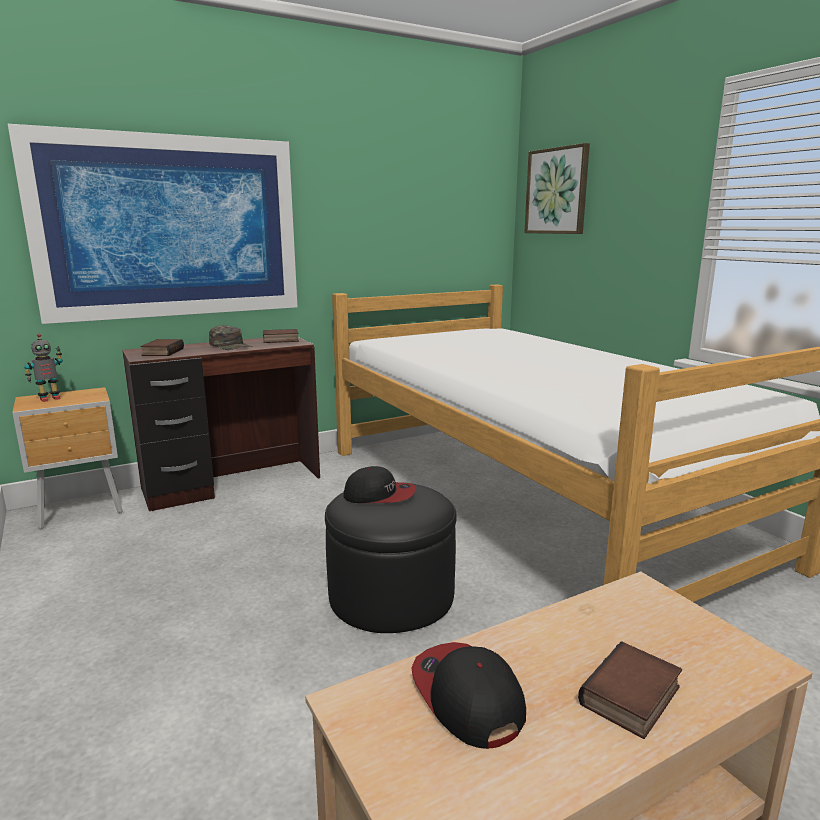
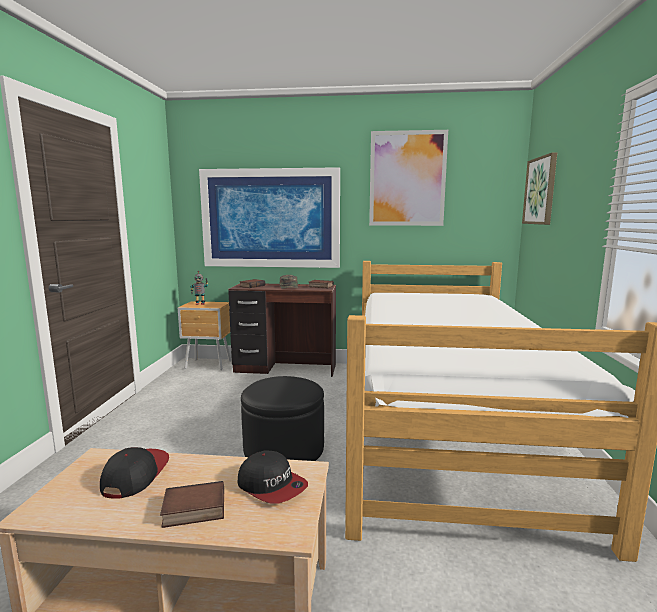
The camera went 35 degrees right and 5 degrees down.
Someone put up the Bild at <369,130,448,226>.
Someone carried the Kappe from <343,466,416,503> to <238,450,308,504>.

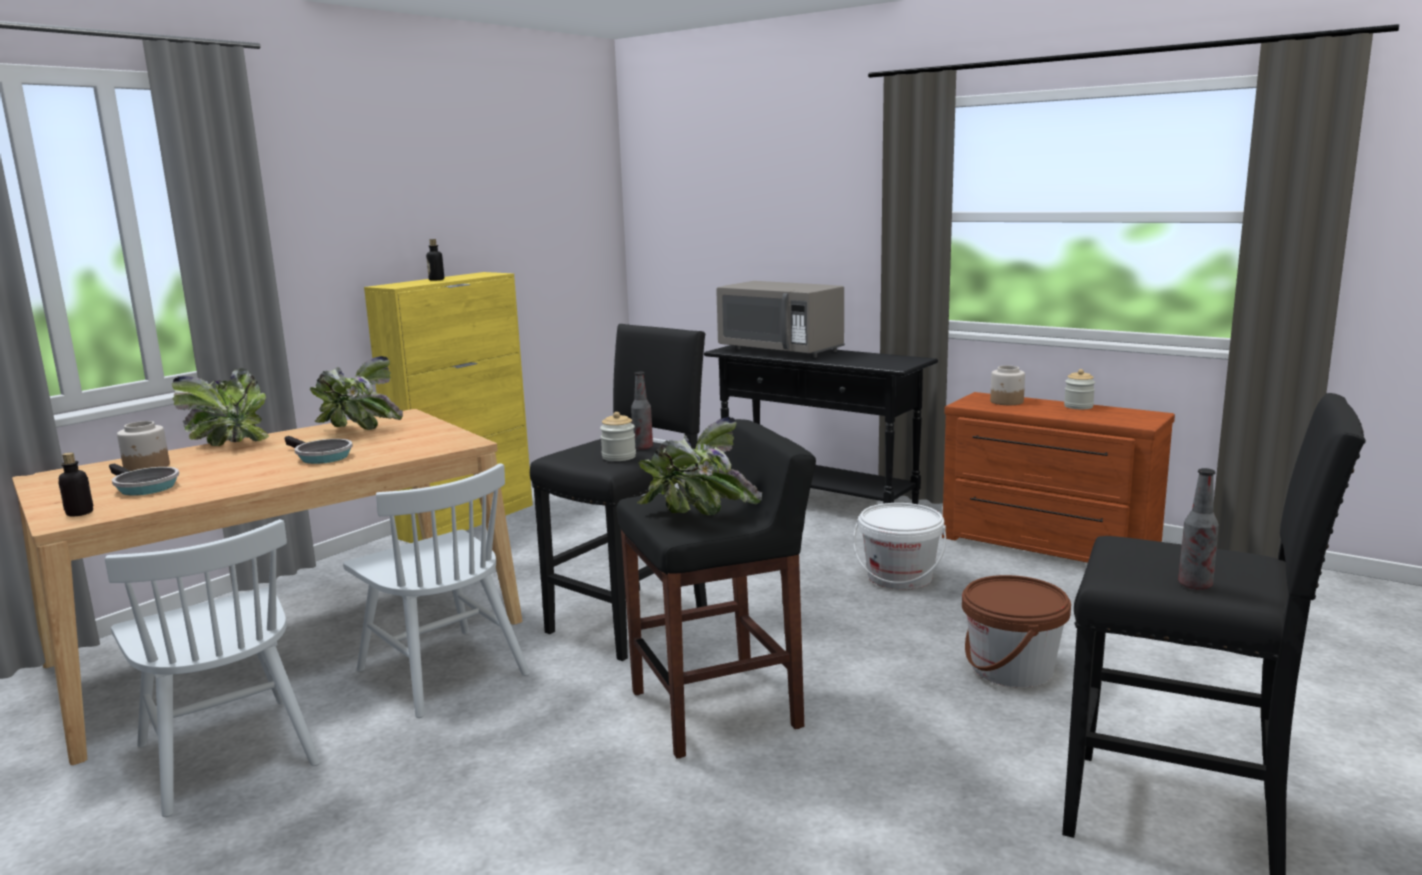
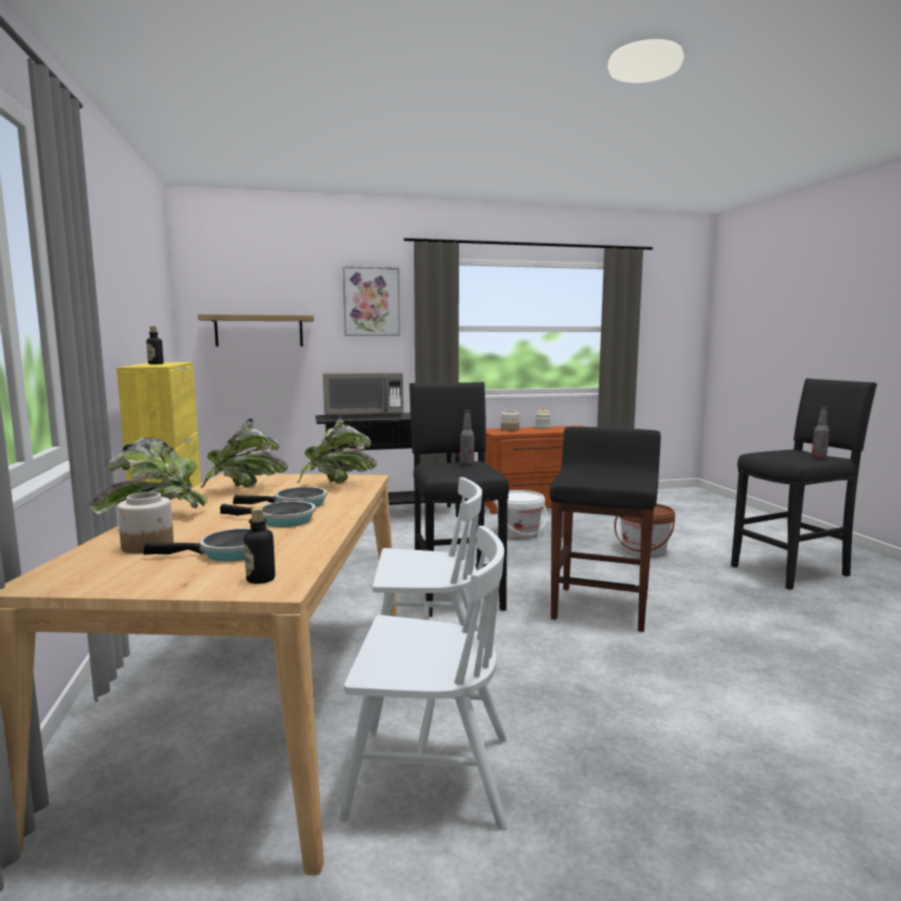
The camera went 50 degrees left and 5 degrees down.
Someone took away the Vorratsglas at <600,412,636,461>.
Someone put up the Wandregal at <198,314,314,347>.
Someone put down the Pfanne at <220,501,316,527>.
Someone put up the Bild at <343,266,400,336>.
Someone carried the Topfpflanze from <637,417,762,515> to <297,417,377,483>.

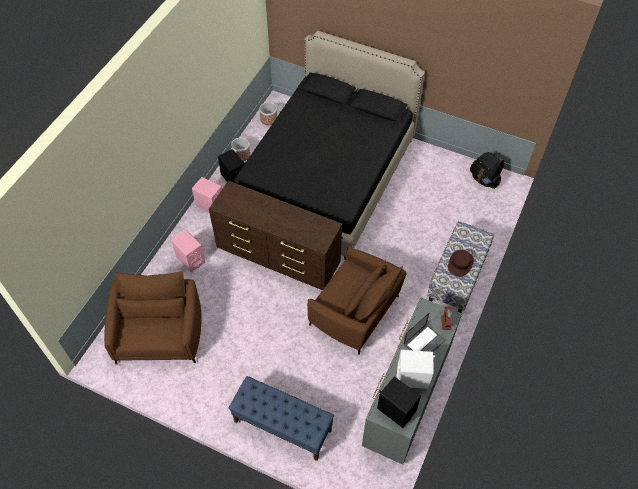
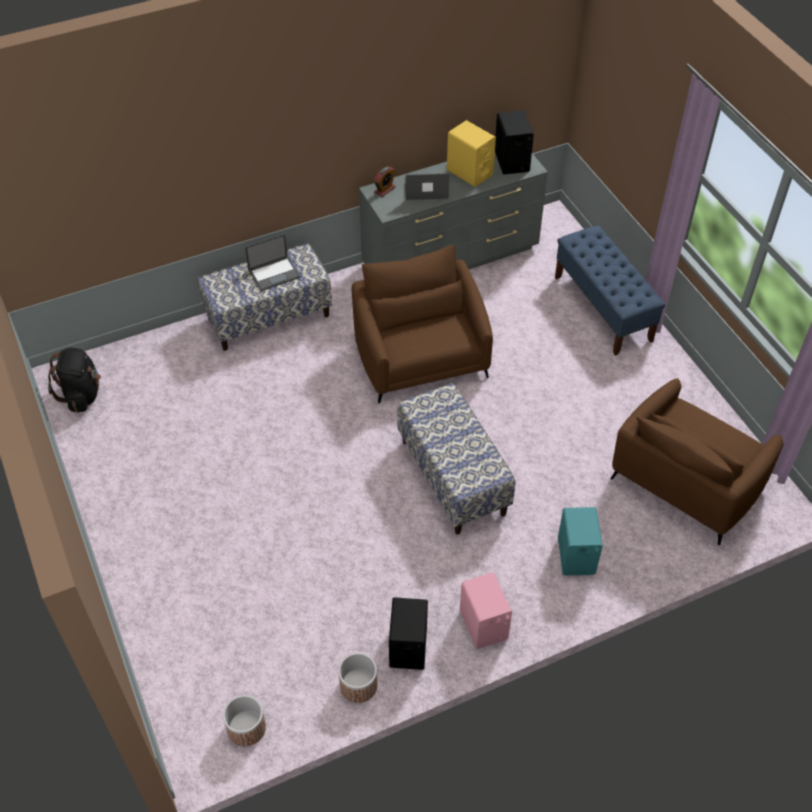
The camera went 140 degrees left and 5 degrees down.
Someone took away the Bett [schwarz] at <234,31,425,260>.
Someone swapped the Kommode [braun] at <209,181,342,290> for the Bank at <397,383,515,534>.
Someone swapped the Hut [braun] at <448,250,474,277> for the Laptop at <245,234,300,291>.
Someone repainted the Lautsprecher [rosa] at <171,230,206,272>, which became the Lautsprecher [türkis] at <558,507,603,576>.
Someone repainted the Lautsprecher [weiß] at <397,350,435,389>, which became the Lautsprecher [gelb] at <447,120,496,187>.

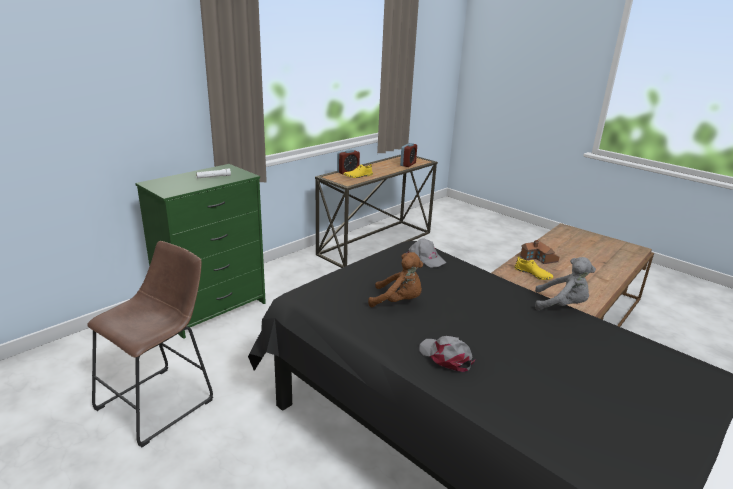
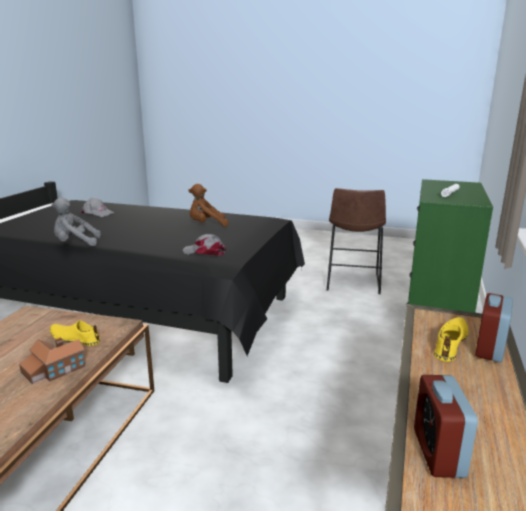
The camera went 155 degrees right and 5 degrees down.
Someone carried the Kappe [grau] from <419,336,475,372> to <80,198,114,217>.

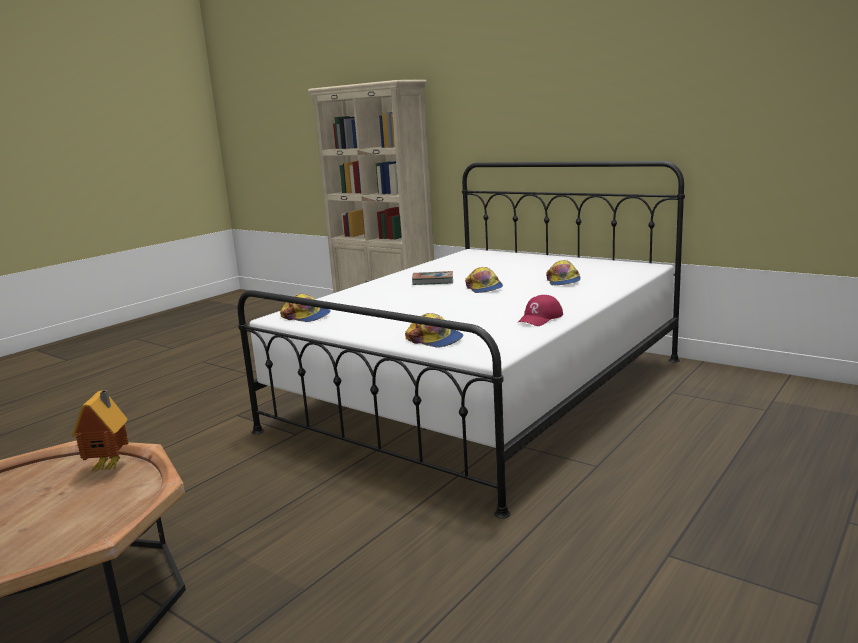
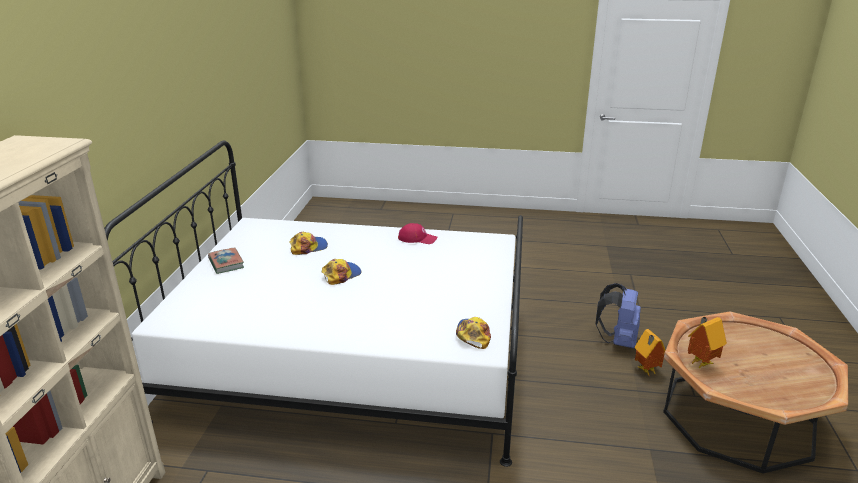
The camera went 120 degrees left and 10 degrees up.
Someone took away the Kappe at <405,313,463,348>.
Someone put down the Rucksack [blau] at <595,283,641,348>.
Someone put down the Spielzeughaus at <635,329,666,377>.
Someone carried the Buch from <412,271,453,285> to <208,247,244,274>.

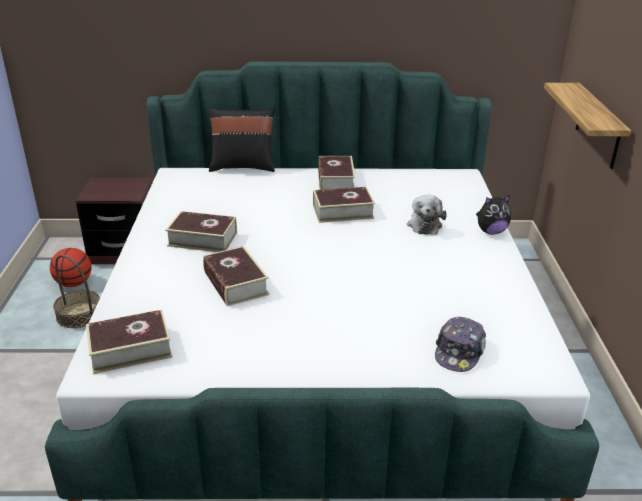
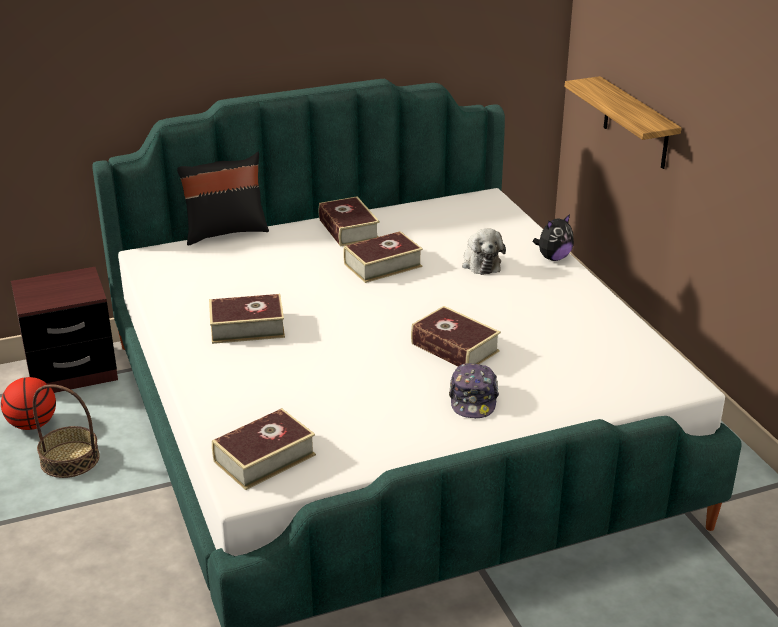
The camera went 20 degrees left and 0 degrees up.
Someone carried the Buch from <203,246,269,306> to <411,306,501,367>.
Someone carried the Kappe from <435,317,486,372> to <449,363,499,418>.

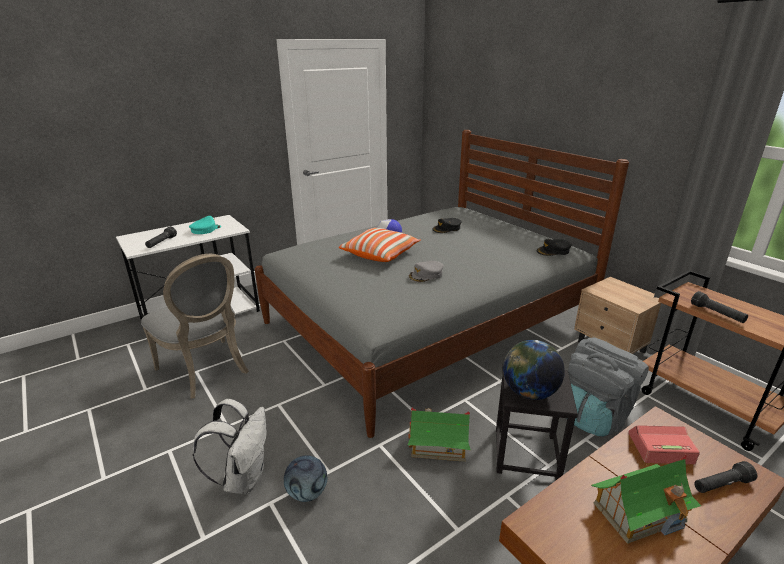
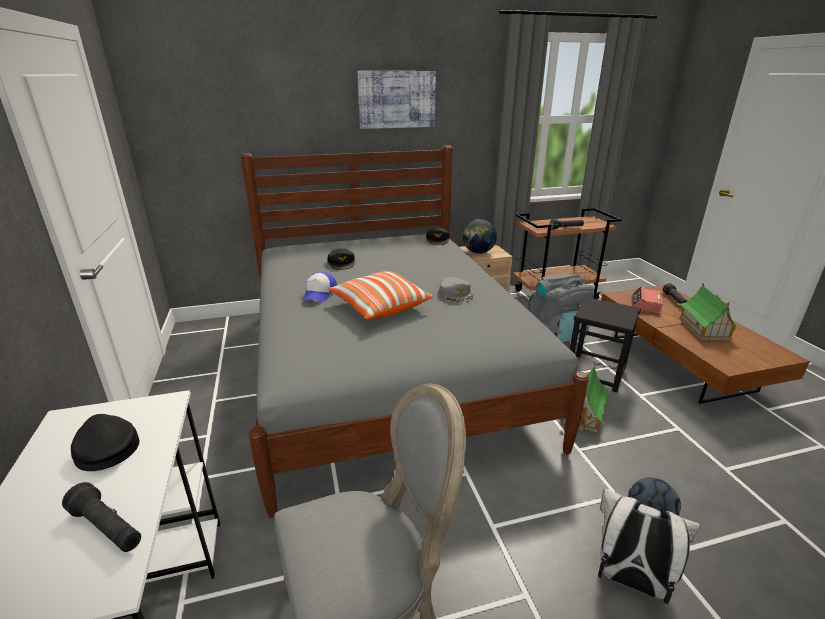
The camera went 70 degrees left and 0 degrees up.
Someone put up the Bild at <357,71,436,129>.
Someone carried the Globus from <503,340,565,400> to <463,219,497,254>.
Someone repainted the Kappe [türkis] at <189,216,221,234>, which became the Kappe [schwarz] at <71,414,140,471>.

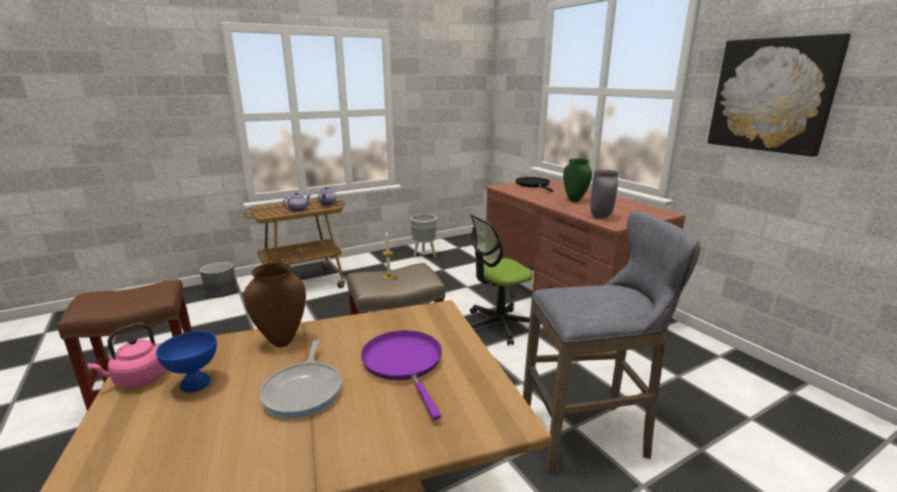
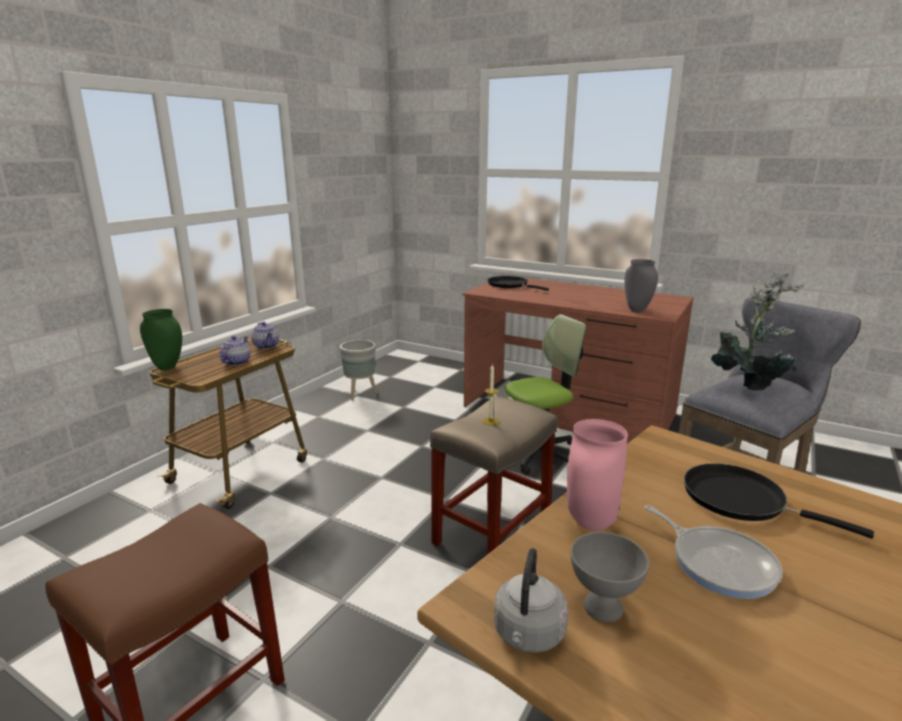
The camera went 30 degrees left and 0 degrees up.
Someone took away the Pflanzkübel [grau] at <200,262,237,298>.
Someone took away the Bild at <707,33,851,157>.
Someone put down the Topfpflanze at <711,273,804,391>.
Someone carried the Vase [grün] from <563,158,592,202> to <140,309,182,370>.
Someone repainted the Wasserkessel [rosa] at <87,322,166,388>, which became the Wasserkessel [grau] at <494,548,568,653>.
Someone repainted the Schüssel [blau] at <156,331,217,392>, which became the Schüssel [grau] at <571,532,649,622>.
Someone repainted the Vase [braun] at <244,262,306,348>, which became the Vase [rosa] at <567,419,628,531>.
Someone repainted the Pfanne [lila] at <361,330,442,420>, which became the Pfanne [schwarz] at <684,463,874,539>.
Someone rotated the Bürostuhl at <470,214,533,345> by 150 degrees counterclockwise.

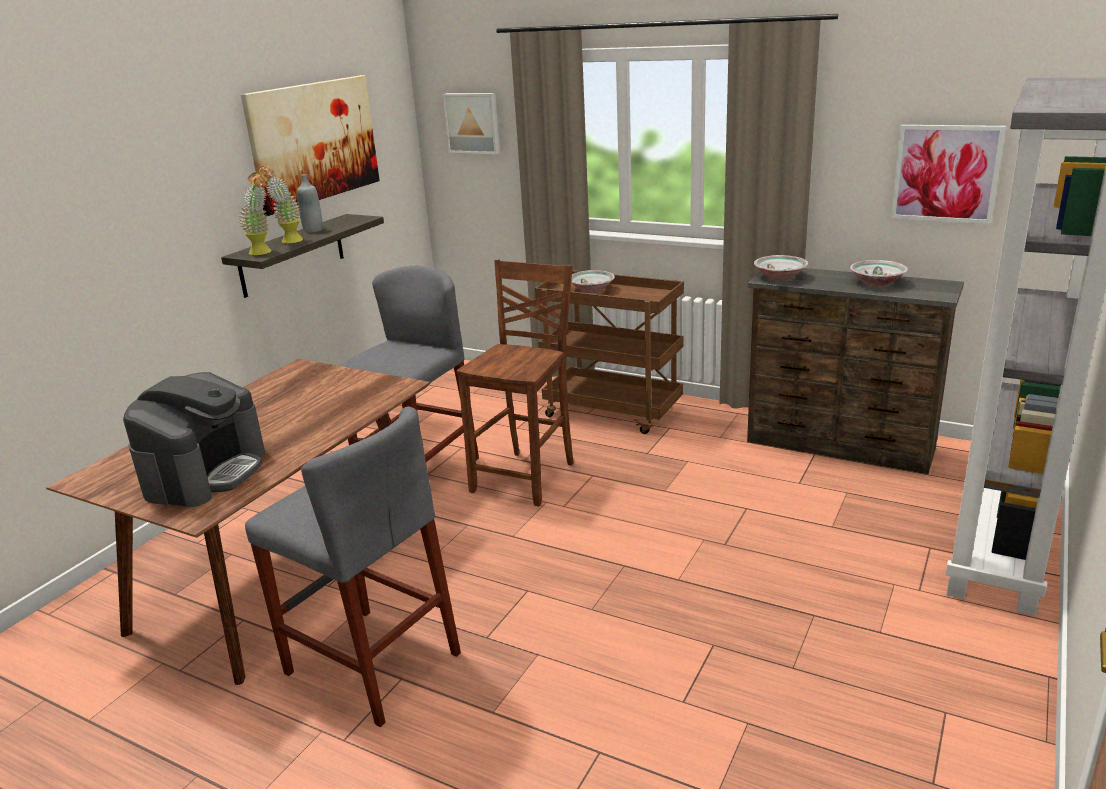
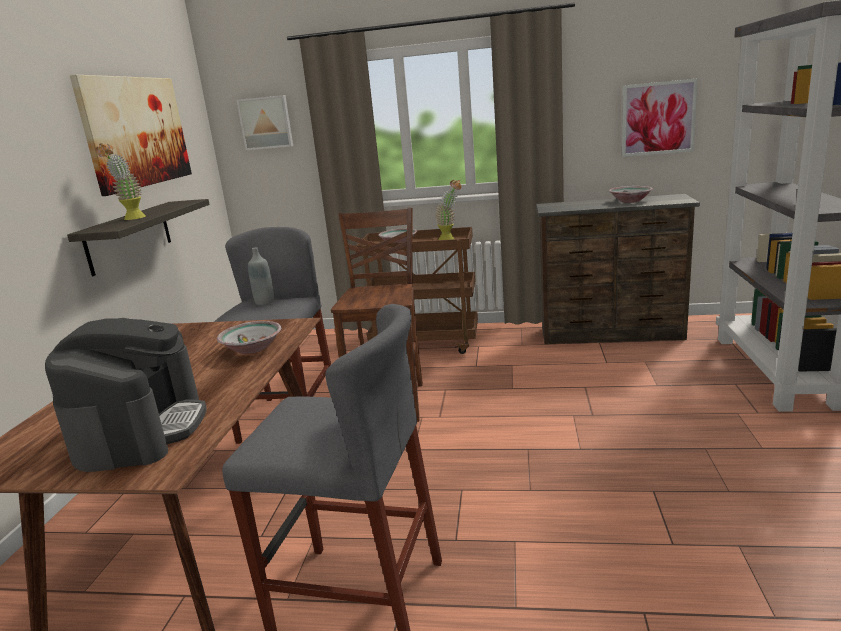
The camera went 20 degrees left and 5 degrees down.
Someone carried the Topfpflanze from <239,173,271,255> to <435,180,461,240>.
Someone carried the Flasche [grau] from <297,174,323,233> to <248,247,274,305>.
Someone carried the Schüssel from <754,255,808,281> to <217,321,281,354>.

